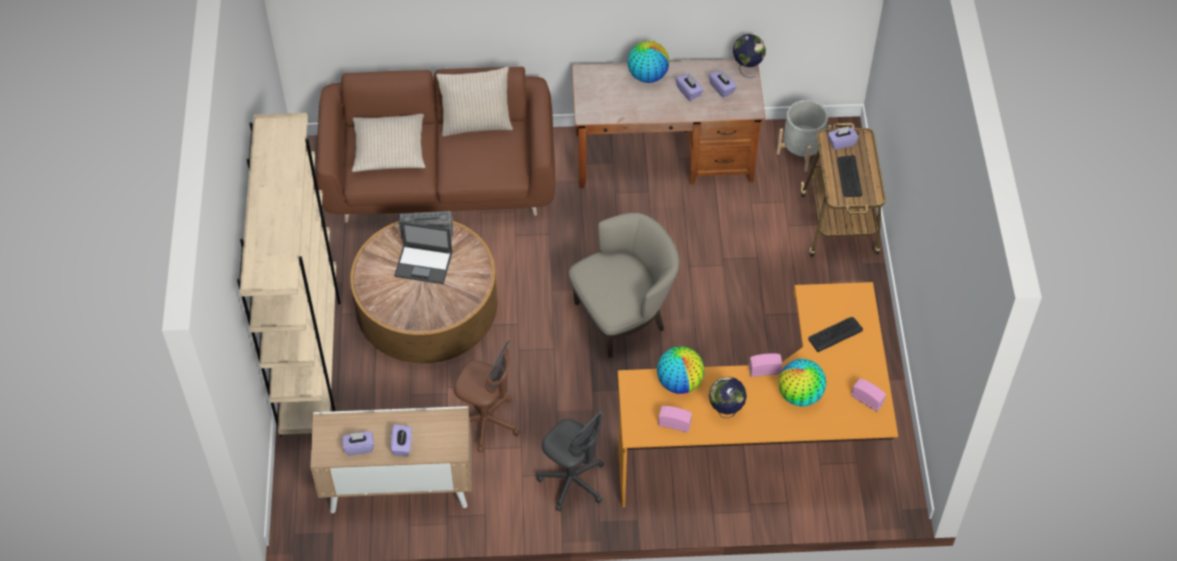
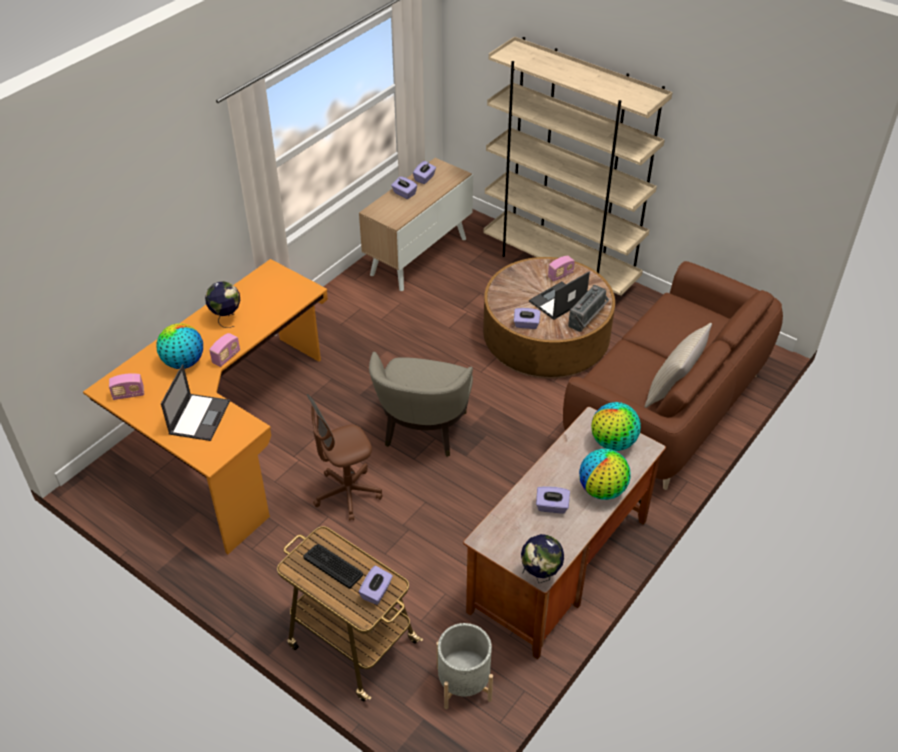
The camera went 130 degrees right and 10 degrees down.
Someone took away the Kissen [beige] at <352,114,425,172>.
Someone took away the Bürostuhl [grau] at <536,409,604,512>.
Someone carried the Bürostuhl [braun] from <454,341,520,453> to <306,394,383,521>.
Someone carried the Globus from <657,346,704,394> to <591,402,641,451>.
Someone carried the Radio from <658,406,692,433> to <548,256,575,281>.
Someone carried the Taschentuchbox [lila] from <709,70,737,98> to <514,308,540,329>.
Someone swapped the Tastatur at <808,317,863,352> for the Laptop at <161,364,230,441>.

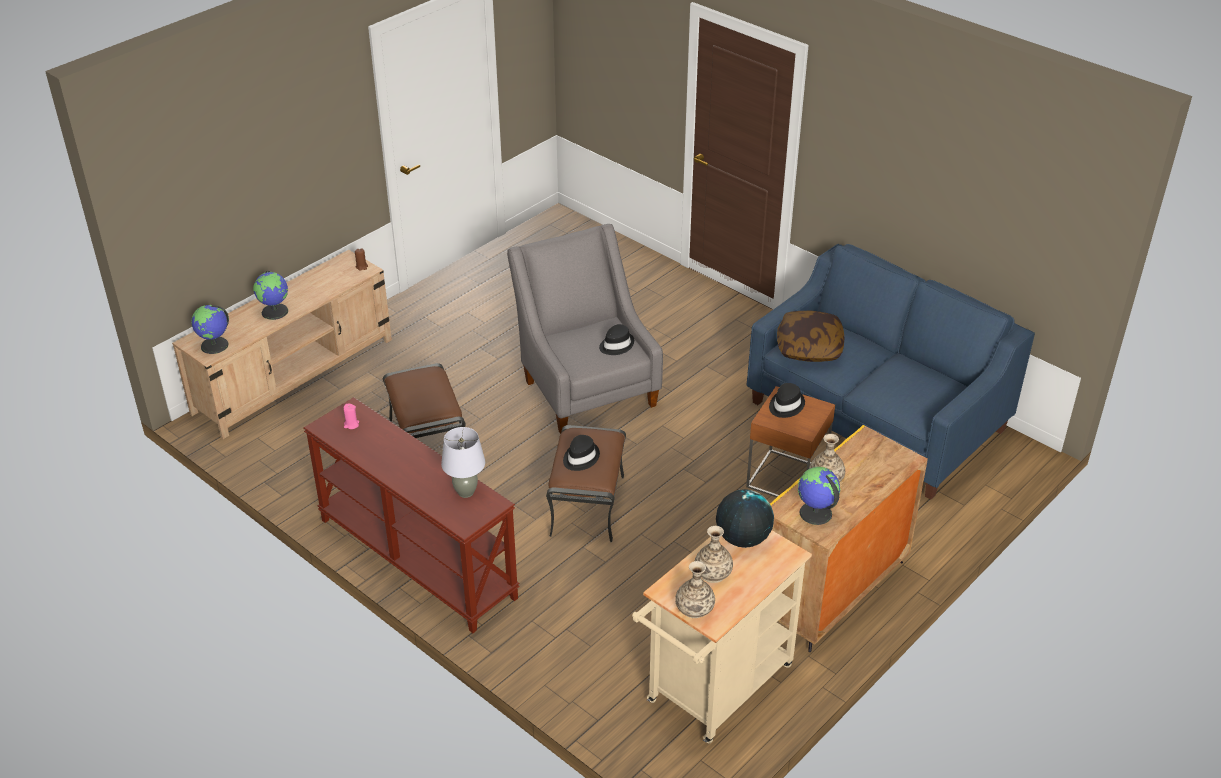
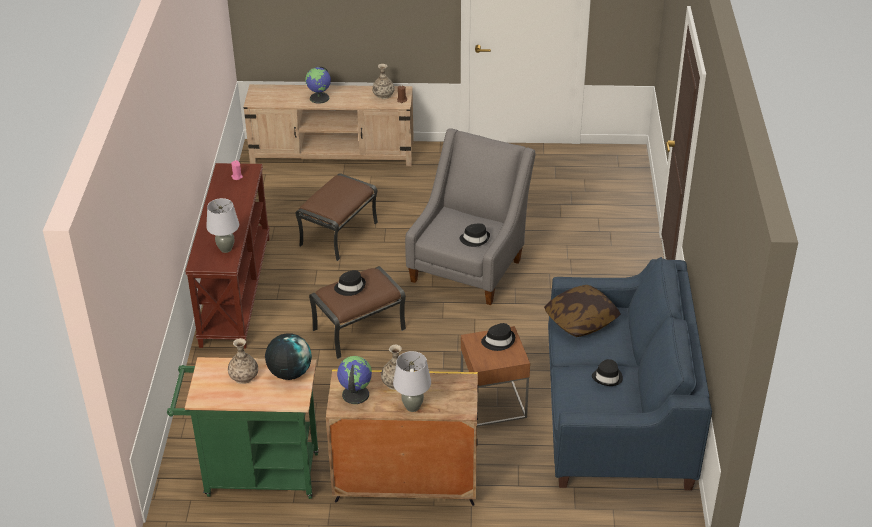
The camera went 50 degrees right and 0 degrees up.
Someone took away the Globus at <191,305,229,354>.
Someone put down the Tischlampe [grau] at <393,351,431,412>.
Someone put down the Hut [schwarz] at <592,359,623,386>.
Someone carried the Vase from <675,561,715,618> to <372,64,395,99>.
Someone repainted the Rollwagen [beige] at <632,530,812,744>, which became the Rollwagen [grün] at <167,357,319,499>.

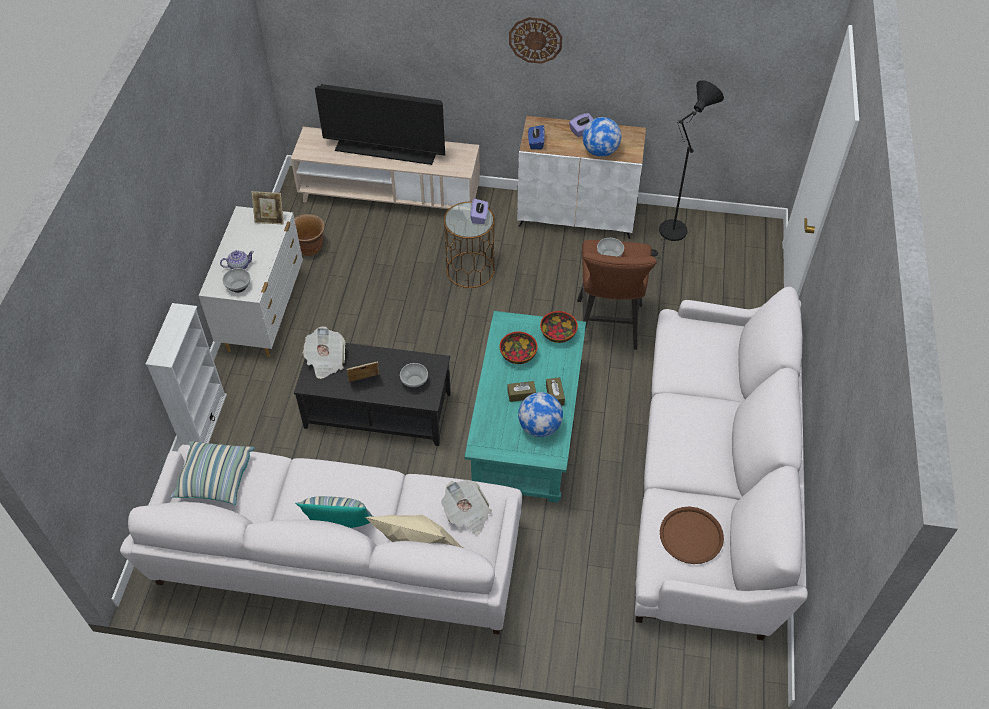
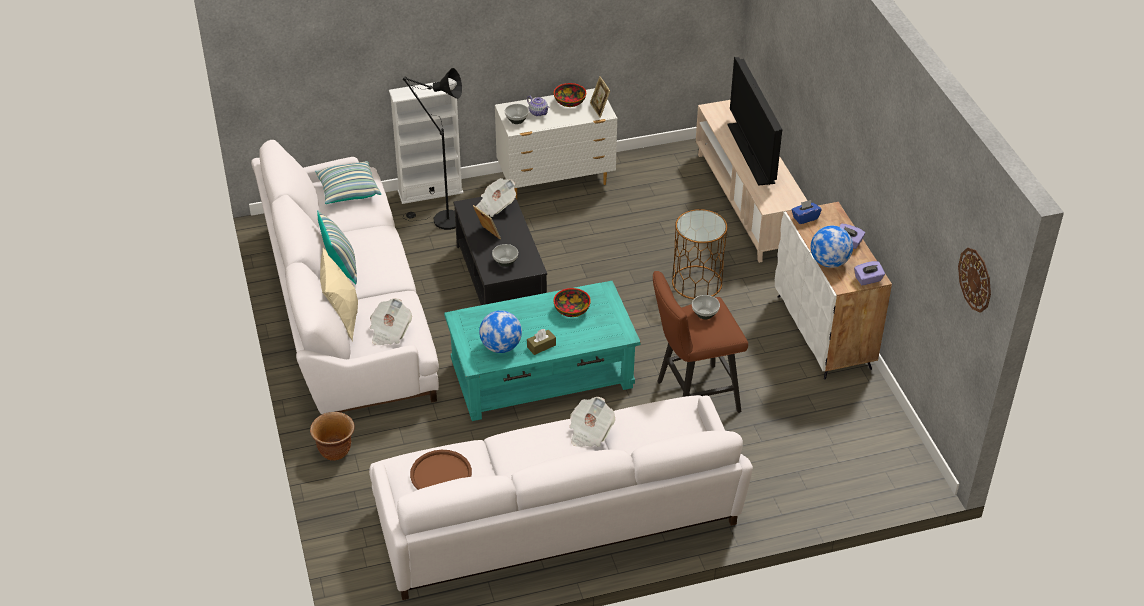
The camera went 65 degrees right and 10 degrees down.
Someone took away the Taschentuchbox [braun] at <507,381,536,402>.
Someone put down the Zeitung at <569,397,615,447>.
Someone carried the Pflanzkübel [braun] from <294,214,325,256> to <310,412,355,461>.
Someone carried the Taschentuchbox [lila] from <471,199,488,224> to <854,261,885,285>.
Someone carried the Wanduhr from <509,17,562,64> to <958,248,991,313>.
Someone carried the Schüssel from <540,311,578,343> to <554,83,586,107>.
Someone carried the Stehlampe [schwarz] from <651,81,724,258> to <403,68,462,230>.

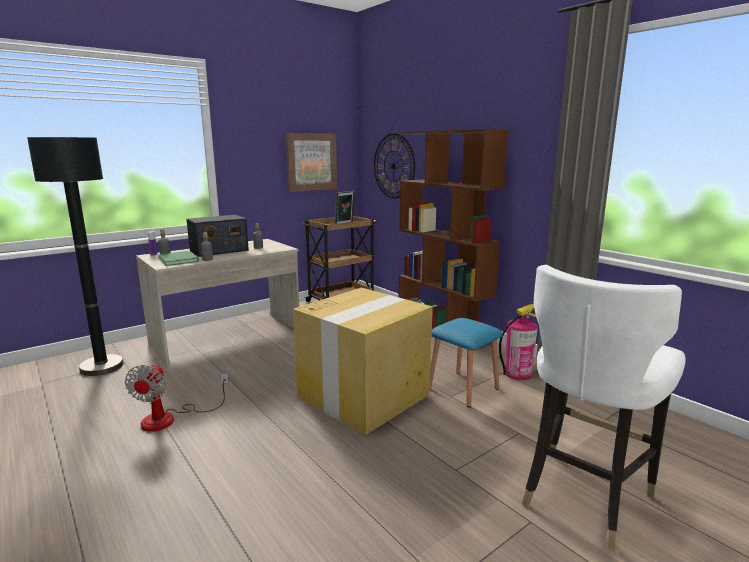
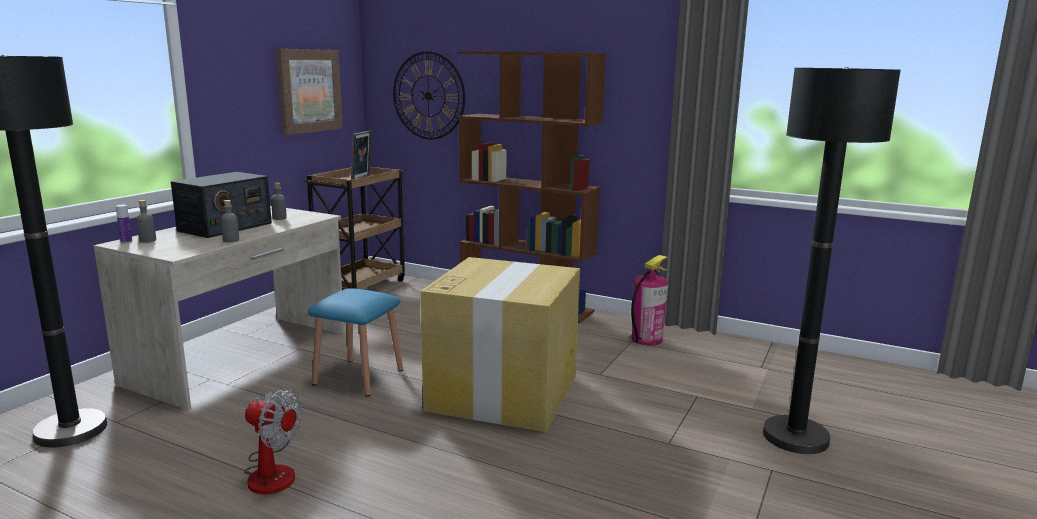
The camera went 25 degrees left and 0 degrees up.
Someone took away the Buch [grün] at <158,251,199,266>.
Someone carried the Hocker [blau] from <430,318,503,407> to <308,288,403,397>.
Someone swapped the Stuhl [weiß] at <522,265,686,550> for the Stehlampe [schwarz] at <763,67,900,454>.
Someone rotated the Ventilator at <125,364,229,432> by 45 degrees counterclockwise.

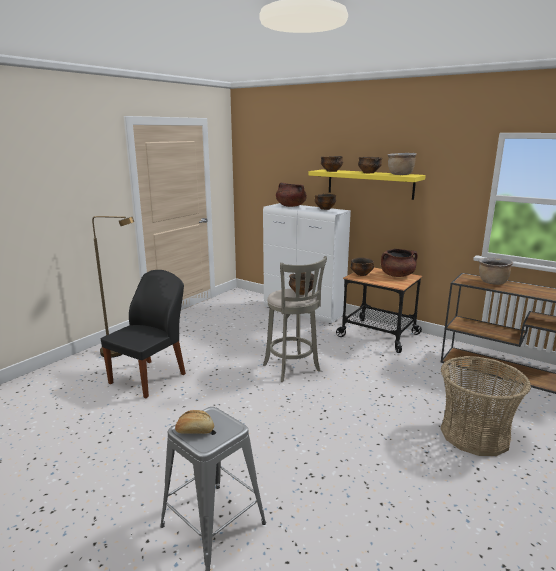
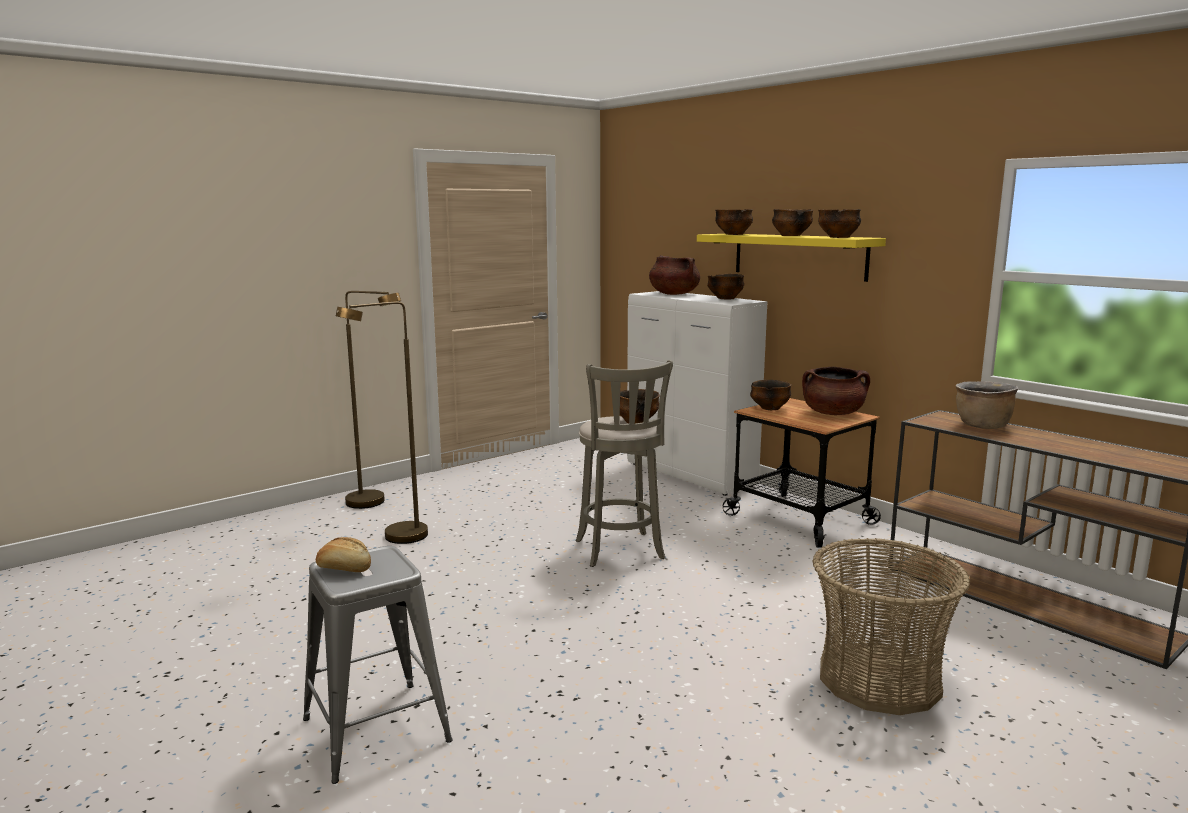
The camera went 15 degrees right and 5 degrees down.
Someone swapped the Stuhl [schwarz] at <101,270,186,398> for the Stehlampe [braun] at <336,302,428,544>.
Someone swapped the Kochtopf [braun] at <388,153,417,175> for the Schüssel at <818,209,861,238>.

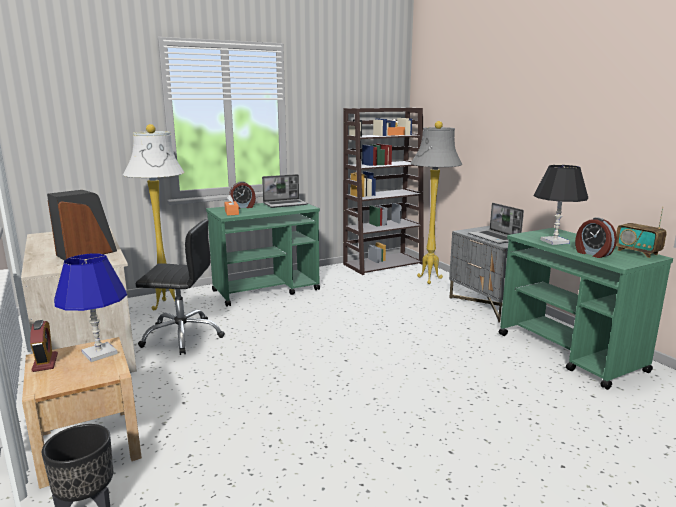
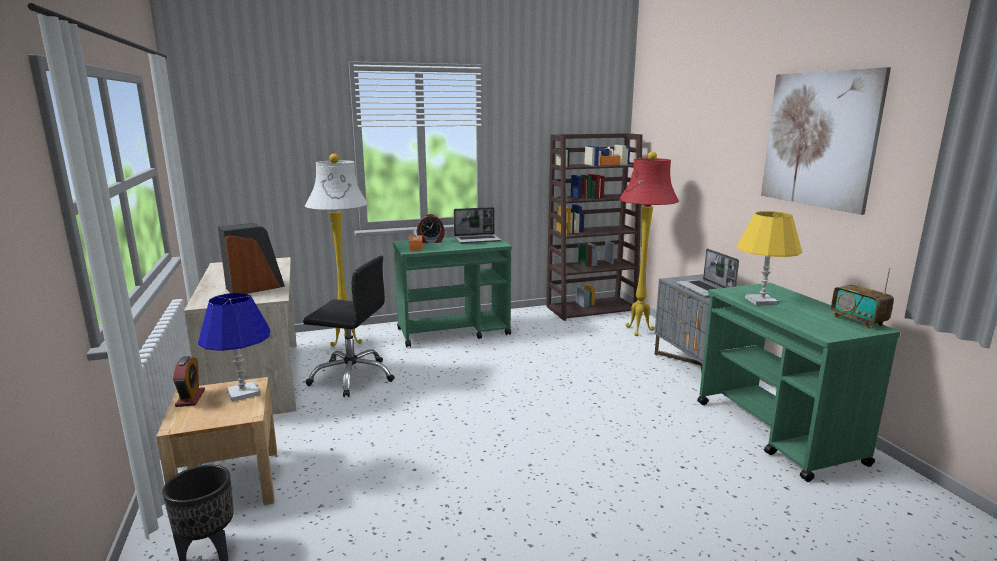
The camera went 10 degrees right and 0 degrees up.
Someone took away the Wecker at <575,218,617,258>.
Someone put up the Bild at <761,67,891,215>.
Someone repainted the Stehlampe [grau] at <411,121,462,284>, which became the Stehlampe [rot] at <619,151,679,336>.
Someone repainted the Tischlampe [schwarz] at <534,165,588,245>, which became the Tischlampe [gelb] at <737,211,802,305>.

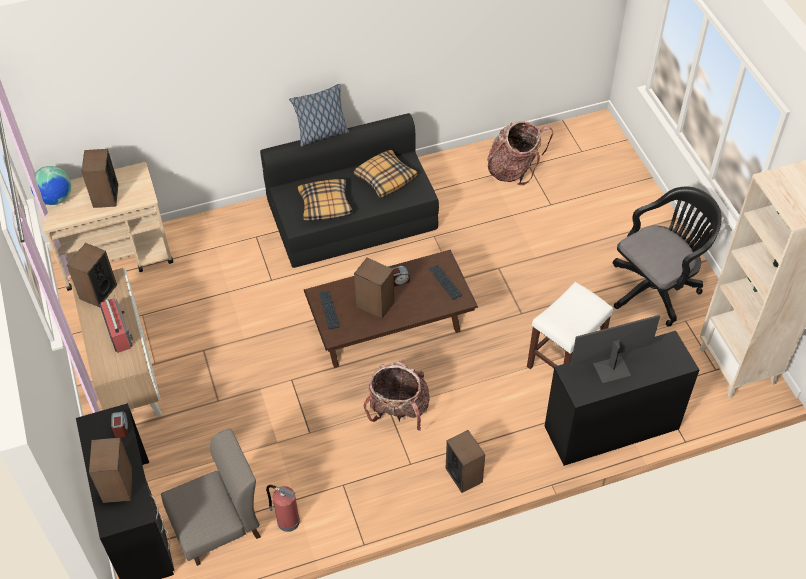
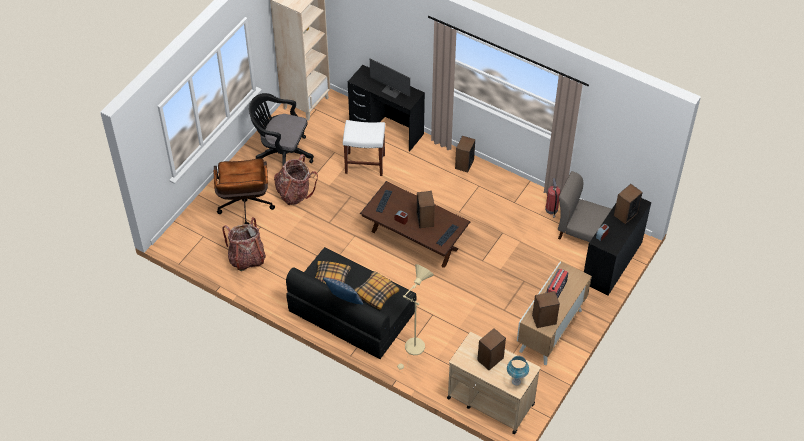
The camera went 130 degrees left and 0 degrees up.
Someone put down the Bürostuhl [braun] at <214,159,275,224>.
Someone put down the Stehlampe [beige] at <397,264,434,372>.
Someone carried the Rucksack from <364,361,429,431> to <274,154,318,205>.
Someone swapped the Globus at <31,166,71,205> for the Tischlampe [blau] at <507,356,529,386>.

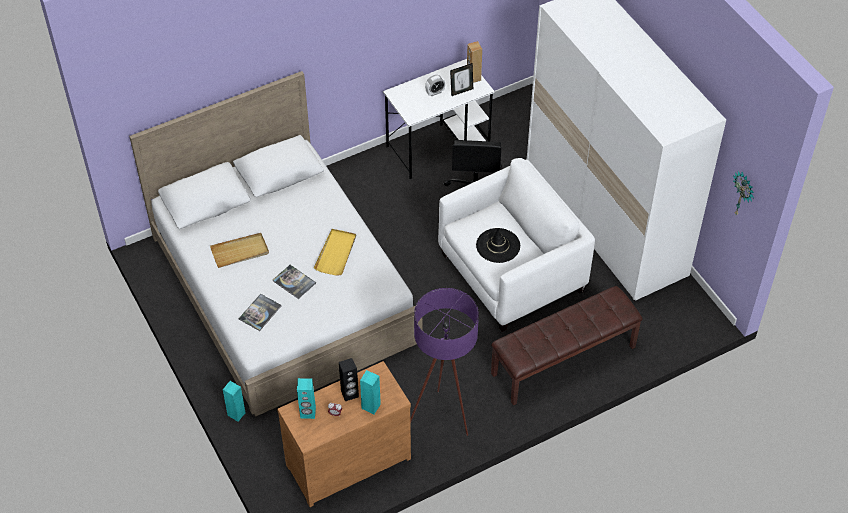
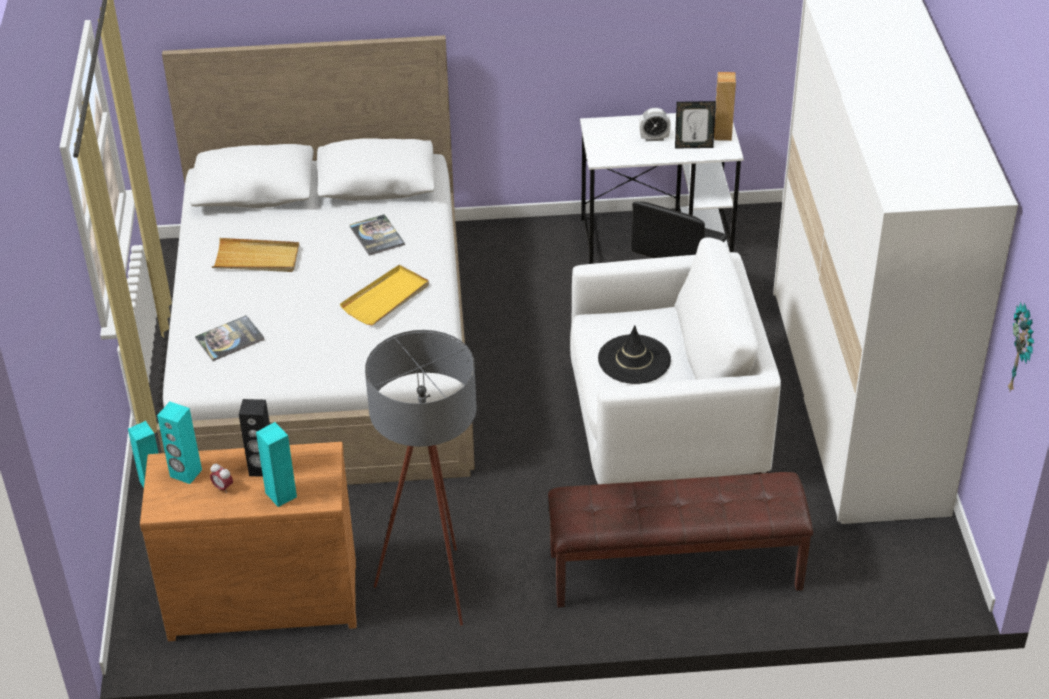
The camera went 25 degrees right and 10 degrees down.
Someone carried the Buch from <273,265,316,299> to <350,214,405,256>.
Someone repainted the Stehlampe [lila] at <410,288,479,436>, which became the Stehlampe [grau] at <365,330,477,625>.

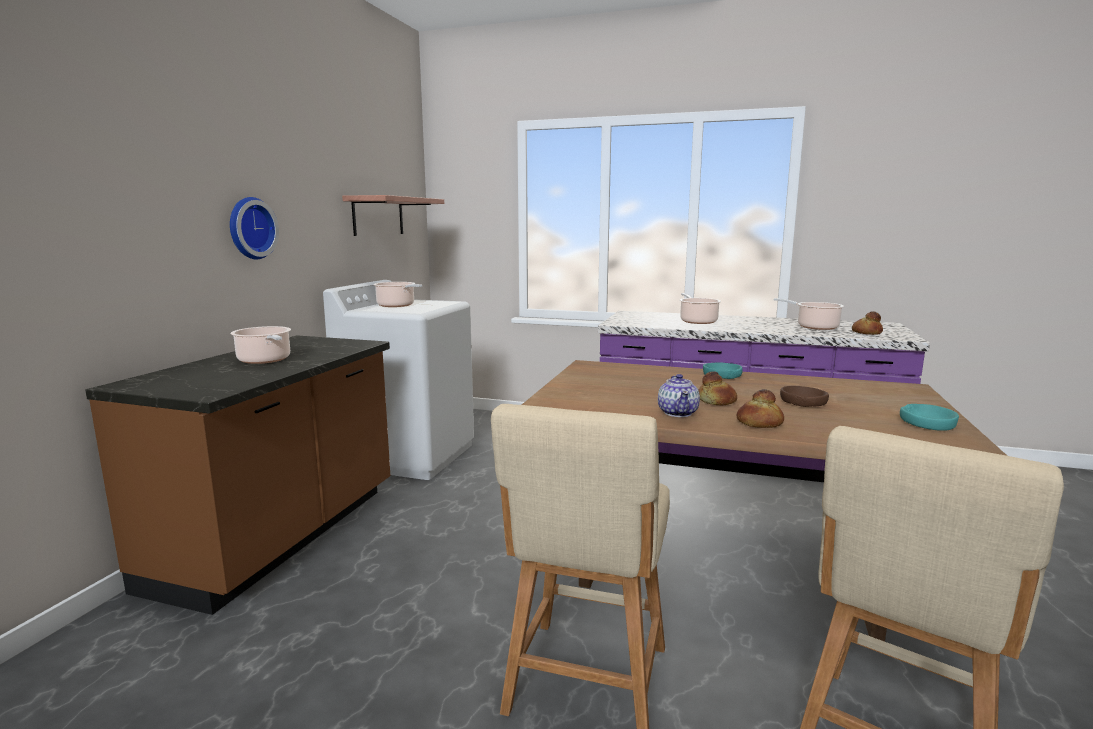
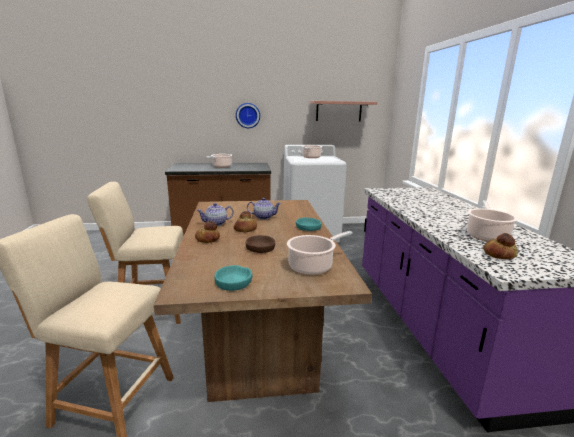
The camera went 65 degrees right and 5 degrees up.
Someone put down the Teekanne at <247,198,281,220>.
Someone carried the Kochtopf from <680,293,721,324> to <287,231,353,275>.

